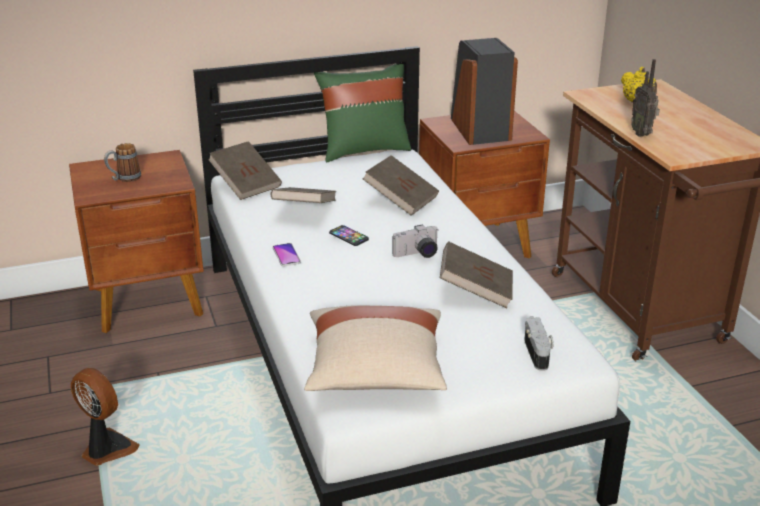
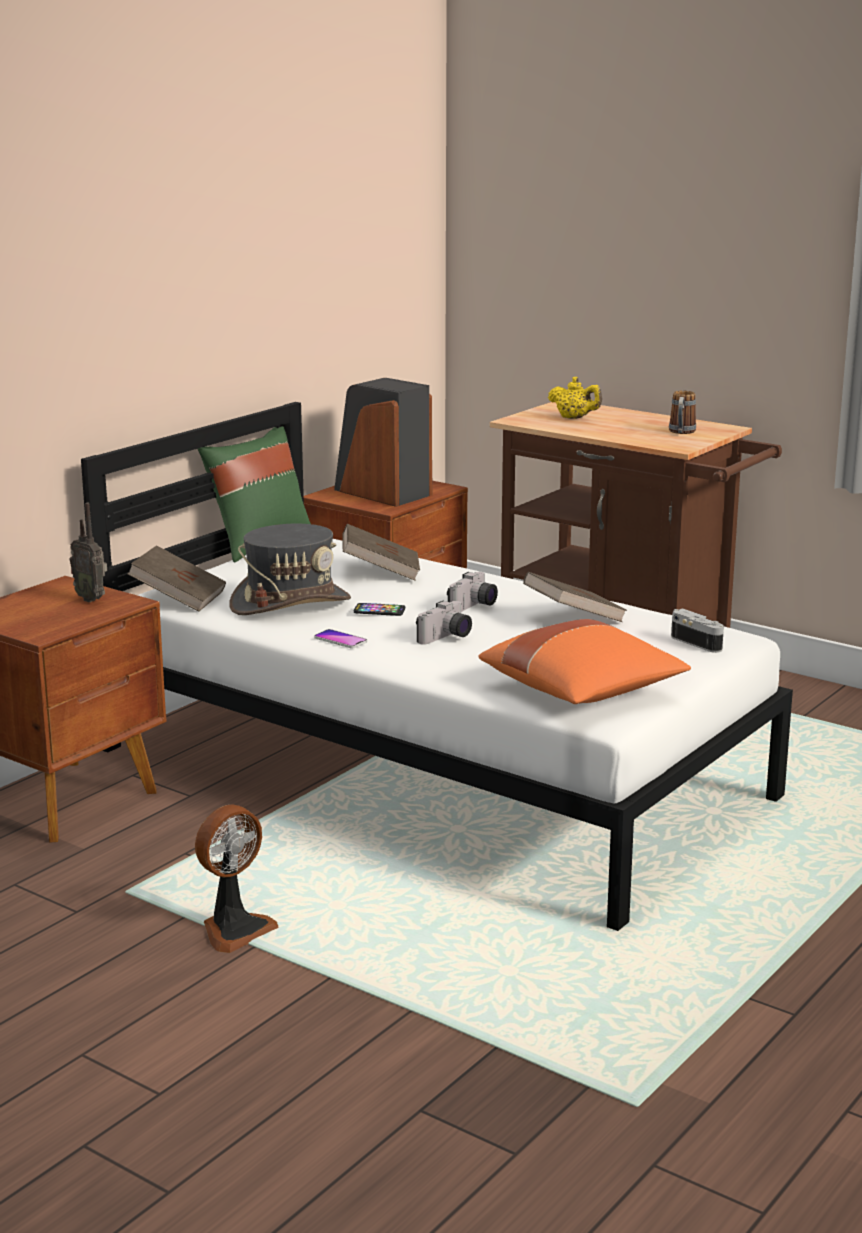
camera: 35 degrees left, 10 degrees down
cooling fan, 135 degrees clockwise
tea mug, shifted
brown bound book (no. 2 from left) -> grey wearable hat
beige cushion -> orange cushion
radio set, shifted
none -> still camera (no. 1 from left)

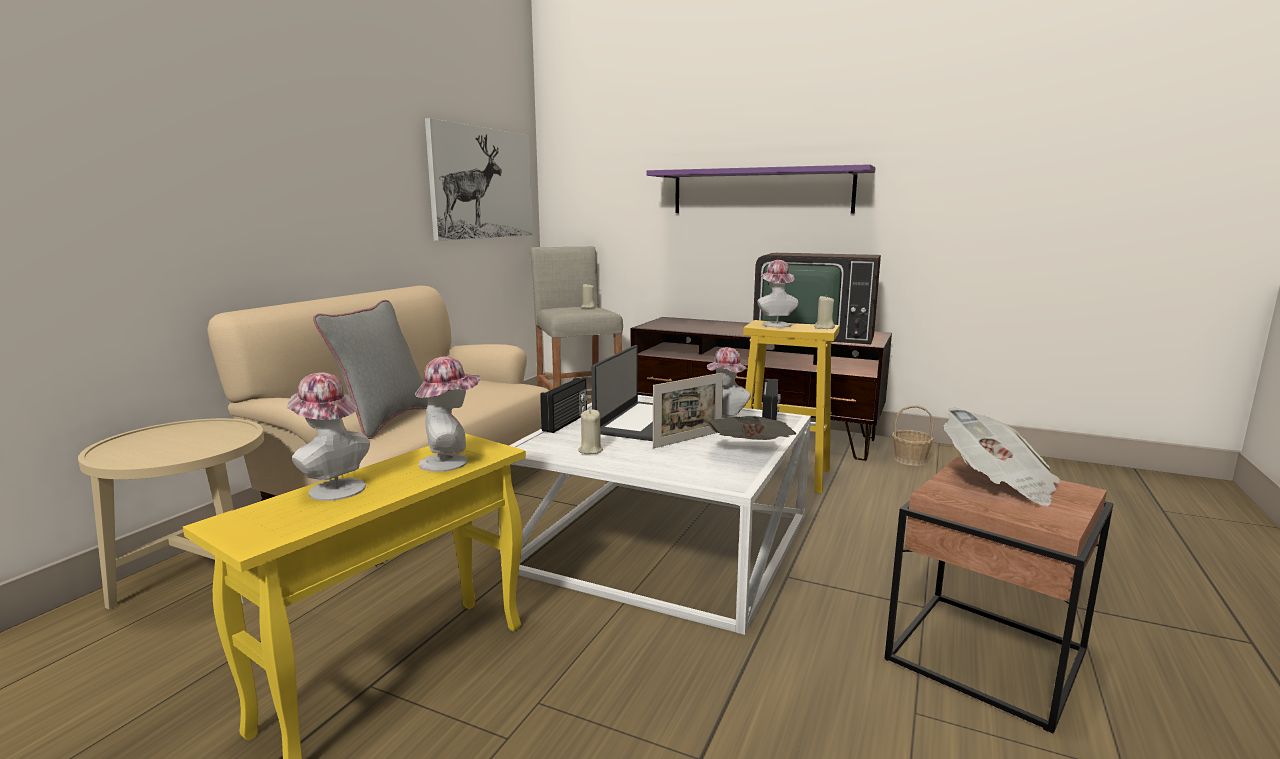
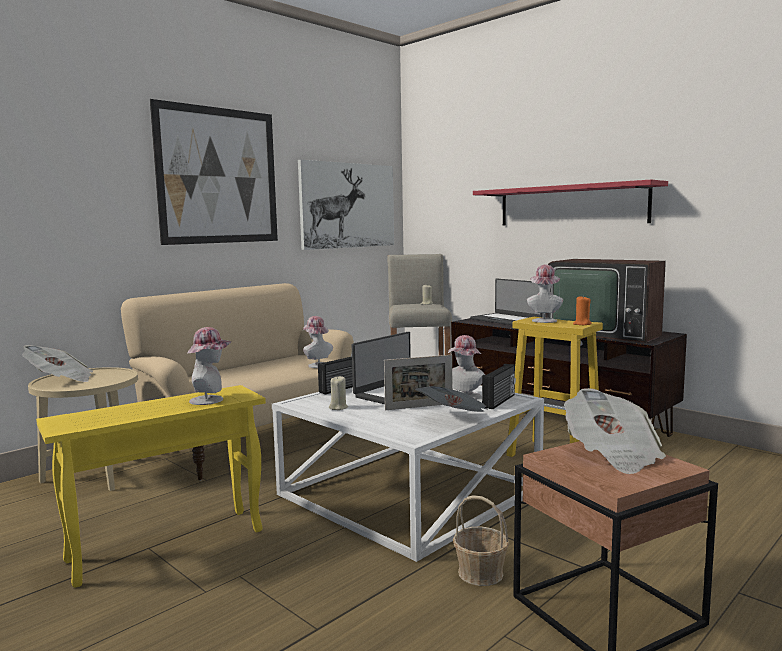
camera: 20 degrees right, 5 degrees down
wearable hat (no. 1 from left in the first image) -> wearable hat (no. 2 from left), shifted
grey cushion -> none
purplish shelf -> red-coloured shelf
beige candle (no. 3 from left) -> orange candle
basket, shifted
none -> newspaper (no. 1 from left)
none -> wall picture (no. 1 from left)
none -> notebook computer (no. 2 from left)

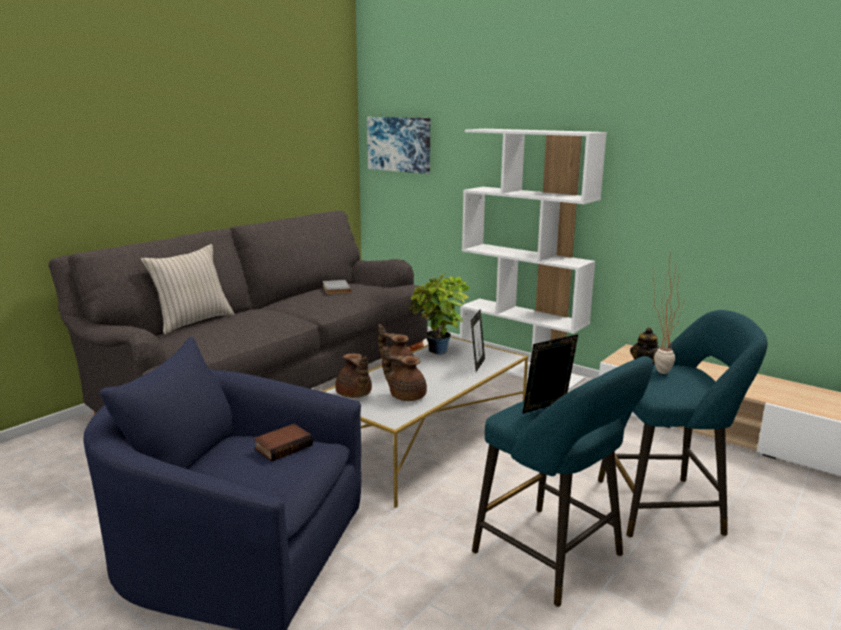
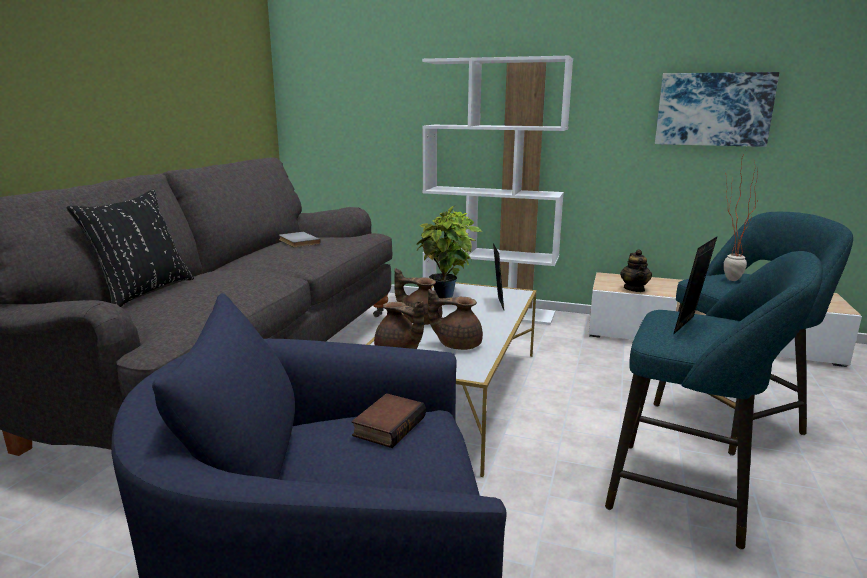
camera: 20 degrees left, 0 degrees up
beige cushion -> blackish cushion
wall picture, shifted

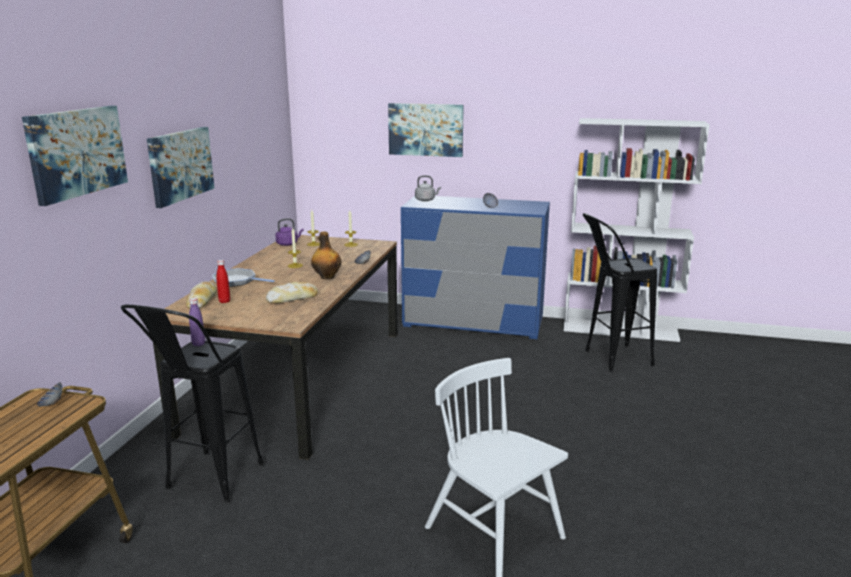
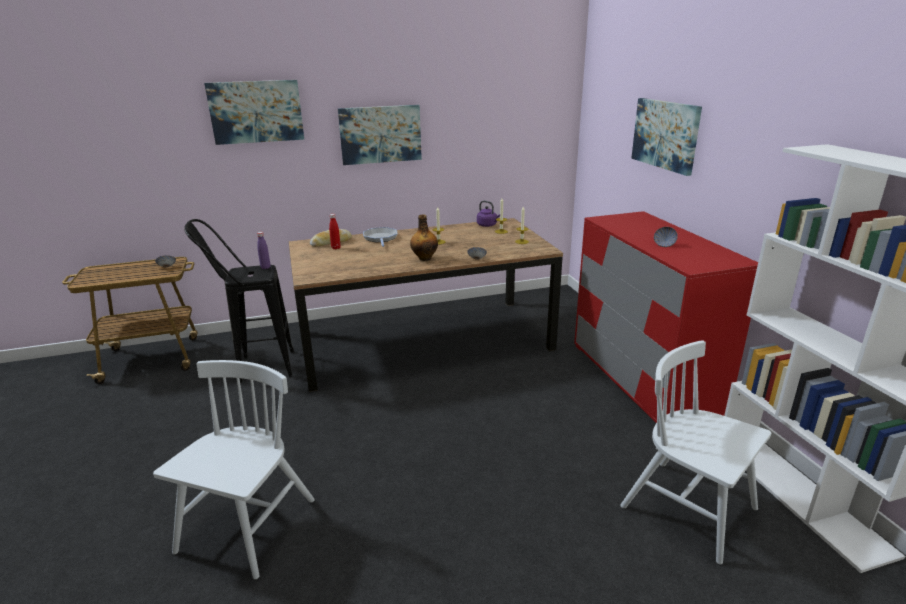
camera: 60 degrees right, 5 degrees up
bread (no. 2 from left) -> none
bluish chest of drawers -> red-coloured chest of drawers
grey water kettle -> none
blackish sitting stool (no. 2 from left) -> whitish upright chair (no. 2 from left)

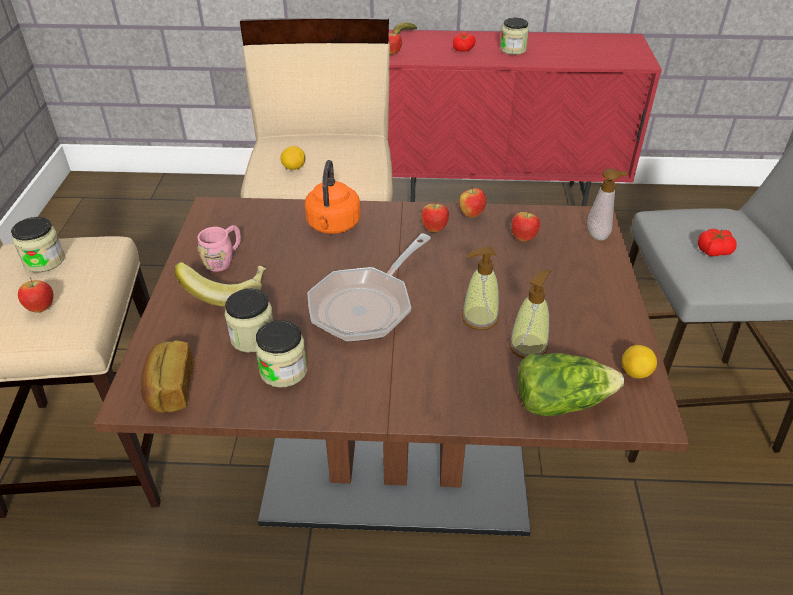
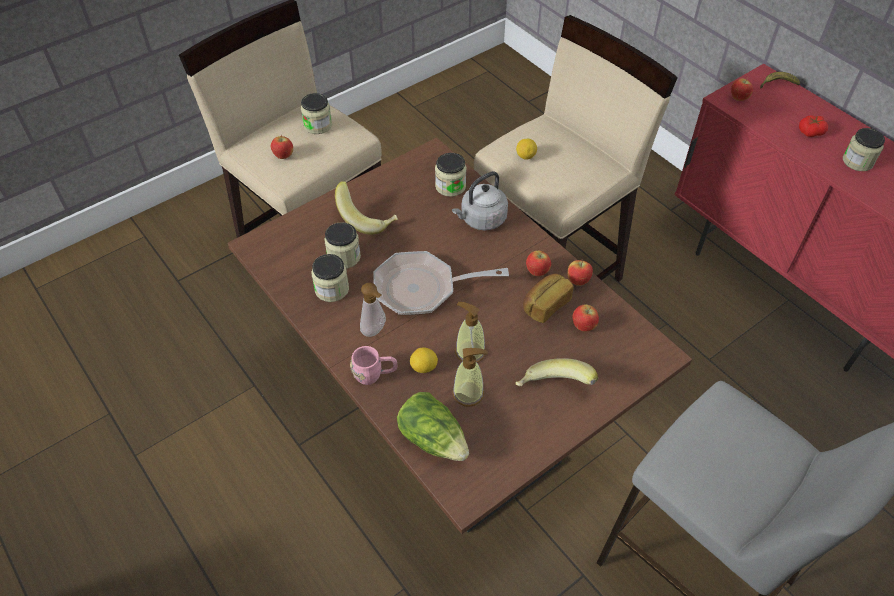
camera: 50 degrees right, 10 degrees up
bread, shifted
pink tea mug, shifted
orange water kettle -> grey water kettle
soap dispenser (no. 3 from left in the first image) -> soap dispenser (no. 1 from left), shifted
lemon (no. 2 from left in the first image) -> lemon (no. 1 from left), shifted
whole tomato (no. 2 from left) -> none
none -> jar (no. 4 from left)
none -> banana fruit (no. 2 from left)

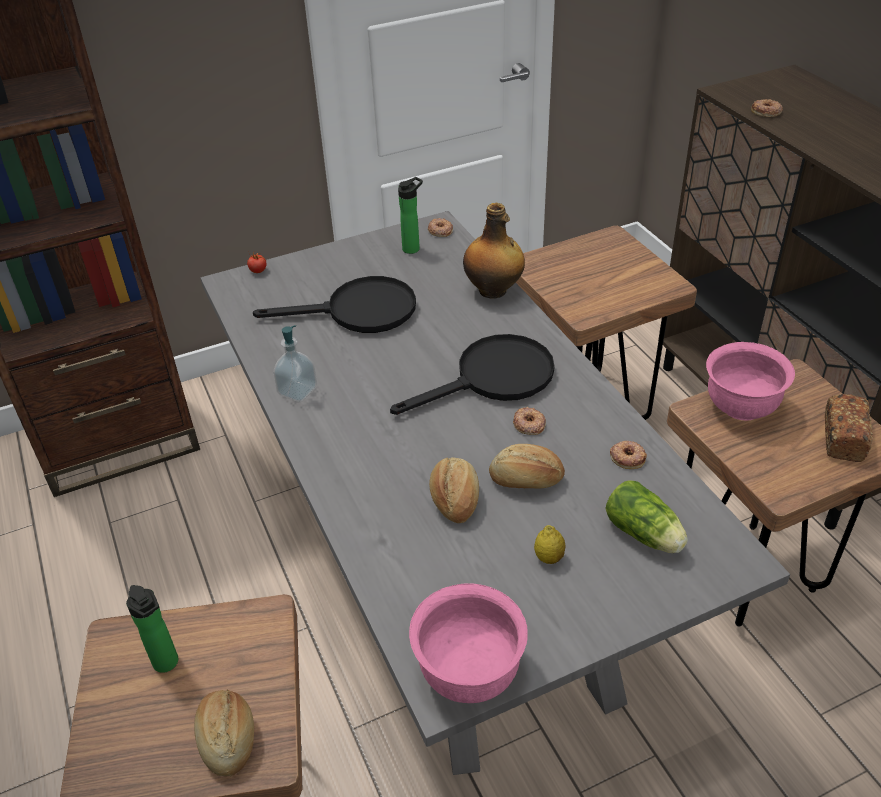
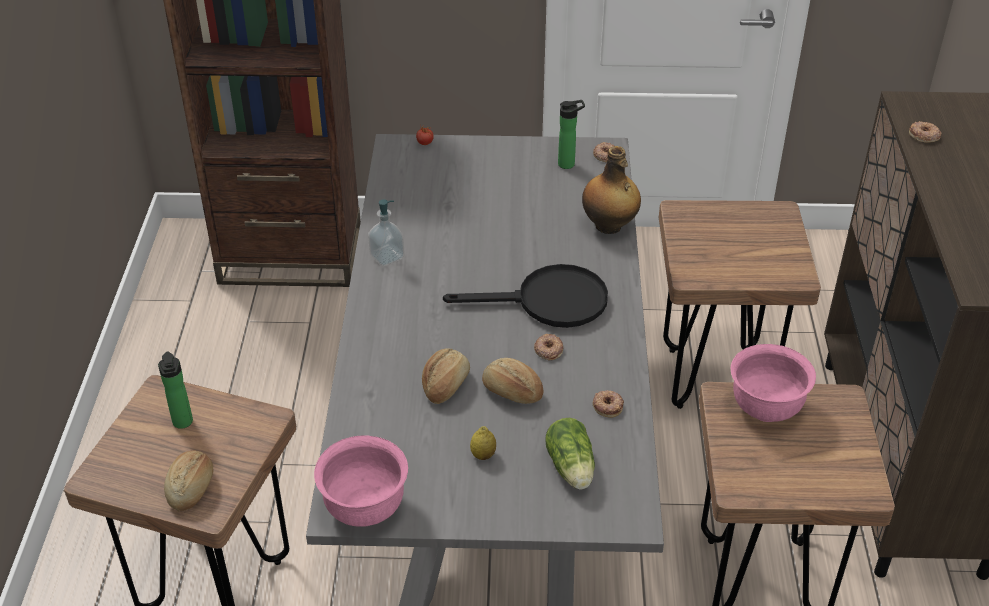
camera: 25 degrees right, 0 degrees up
blackish skillet (no. 1 from left) -> none
bread (no. 4 from left) -> none

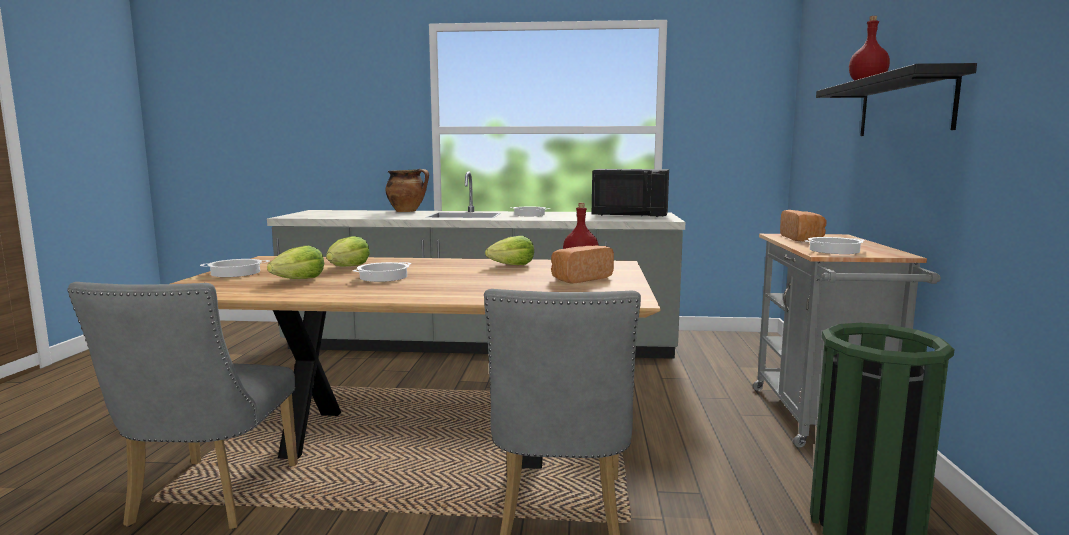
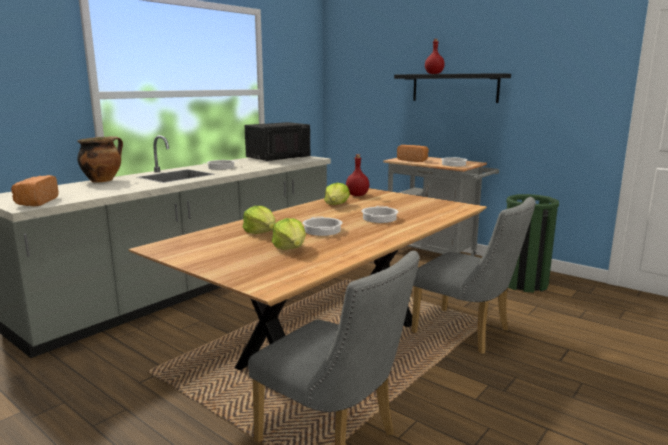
camera: 55 degrees left, 5 degrees up
saucepot (no. 1 from left in the first image) -> saucepot (no. 4 from left), shifted
bread (no. 1 from left), shifted

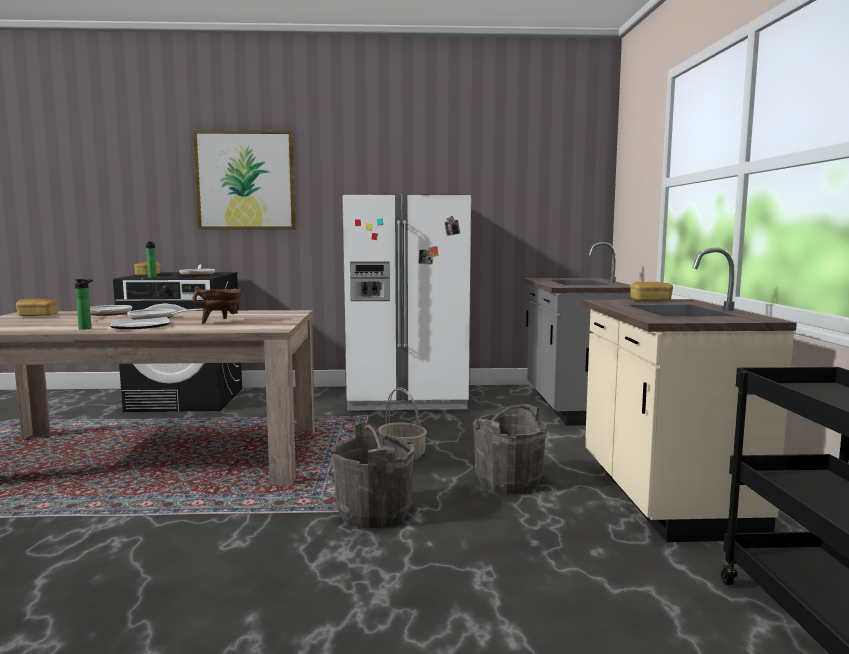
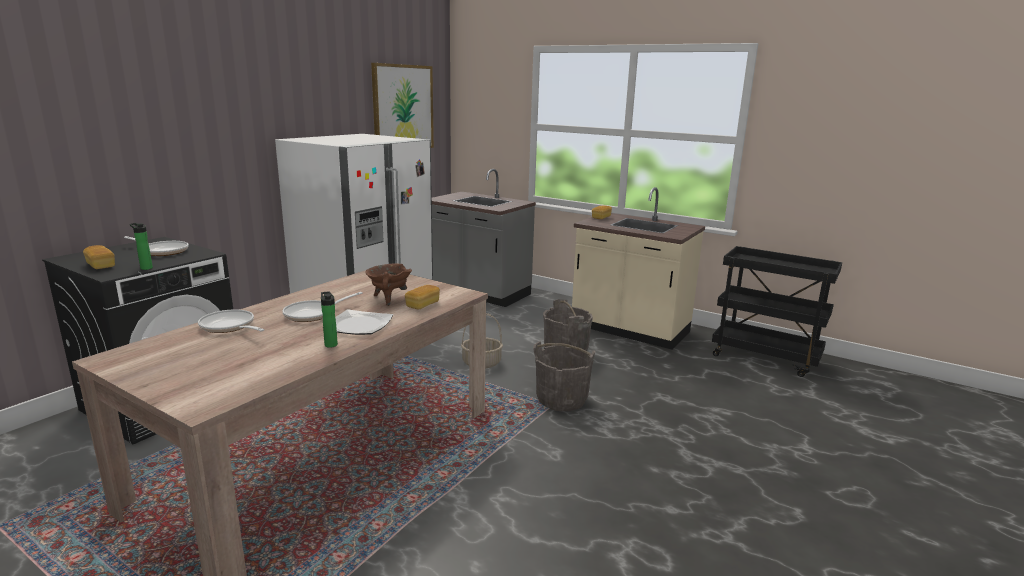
camera: 55 degrees left, 10 degrees up
bread (no. 1 from left in the first image) -> bread (no. 2 from left), shifted
wall picture, shifted

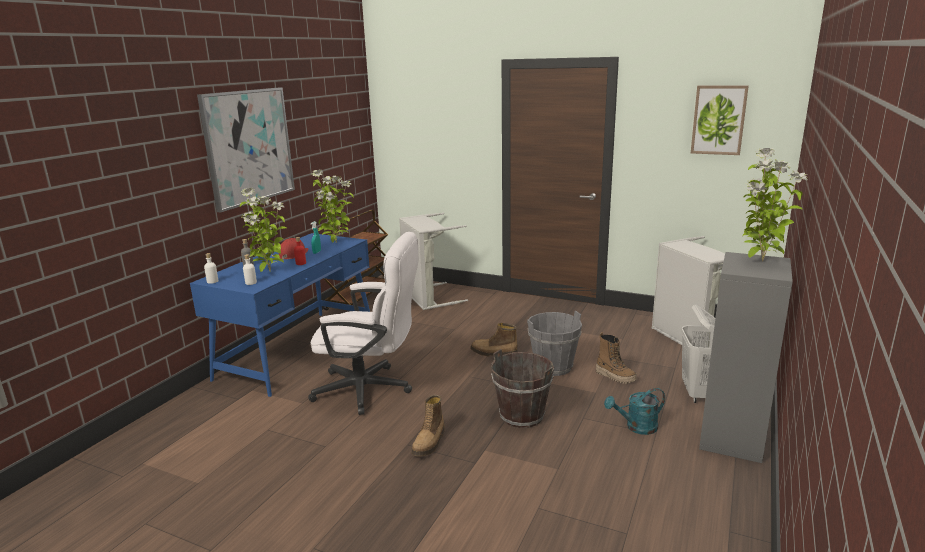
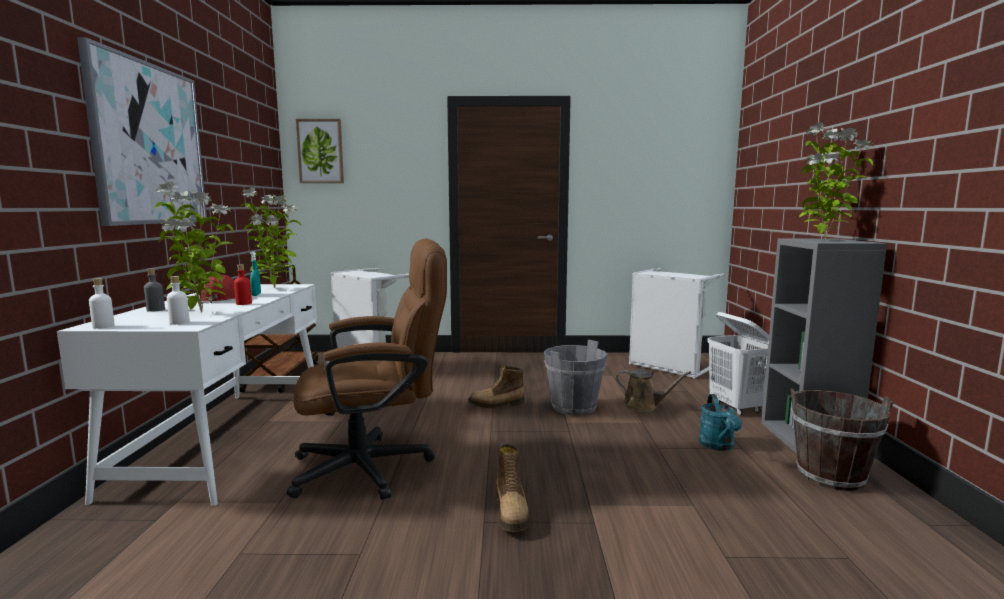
camera: 25 degrees left, 10 degrees down
bluish desk table -> whitish desk table
whitish office chair -> brown office chair
brown water bucket, shifted
tall boot (no. 3 from left) -> brown sprinkling can
blue-green sprinkling can, 45 degrees counterclockwise
wall picture (no. 2 from left), shifted

